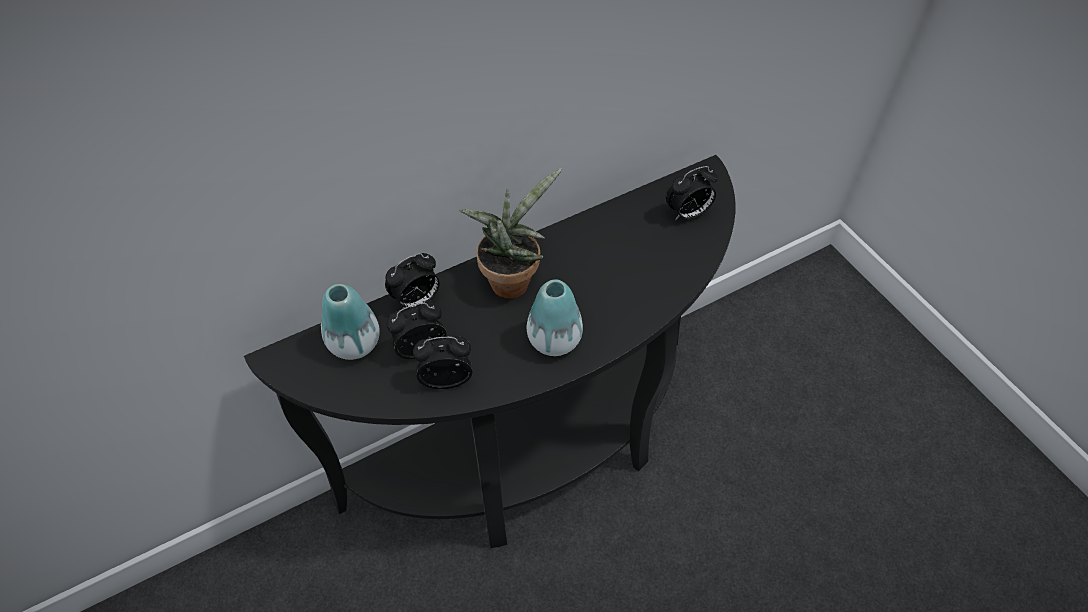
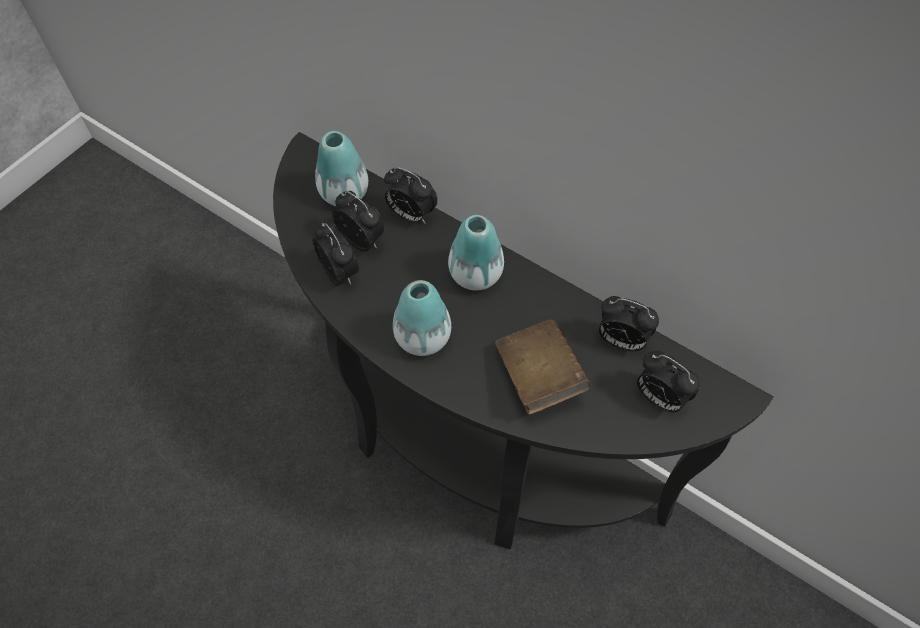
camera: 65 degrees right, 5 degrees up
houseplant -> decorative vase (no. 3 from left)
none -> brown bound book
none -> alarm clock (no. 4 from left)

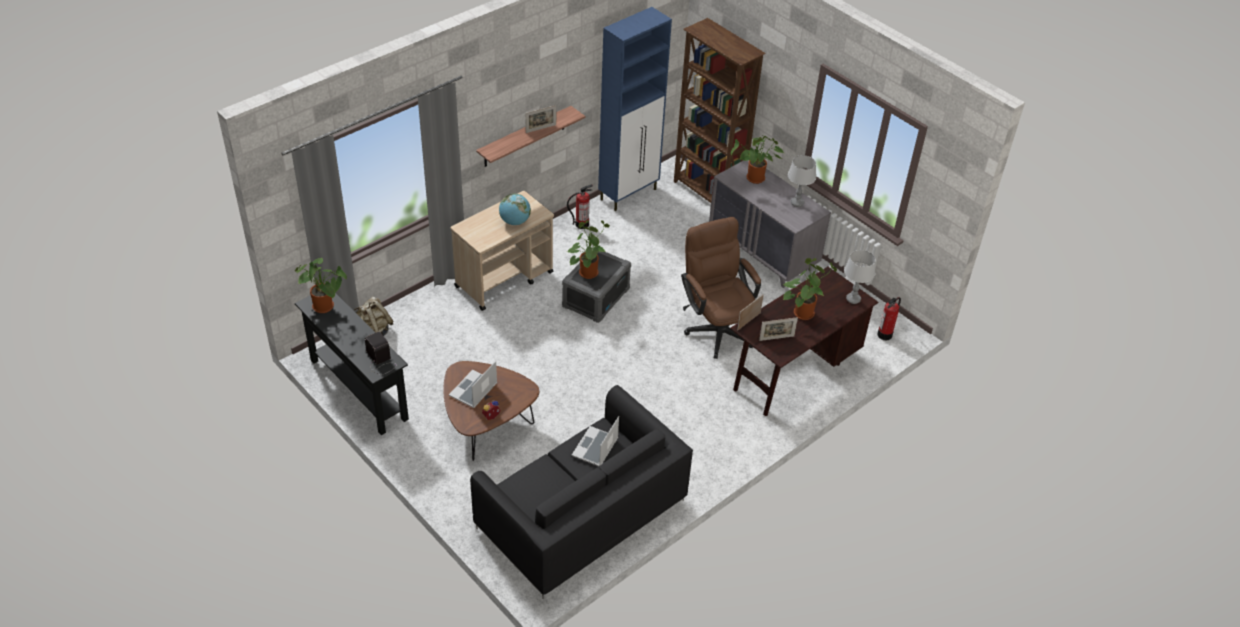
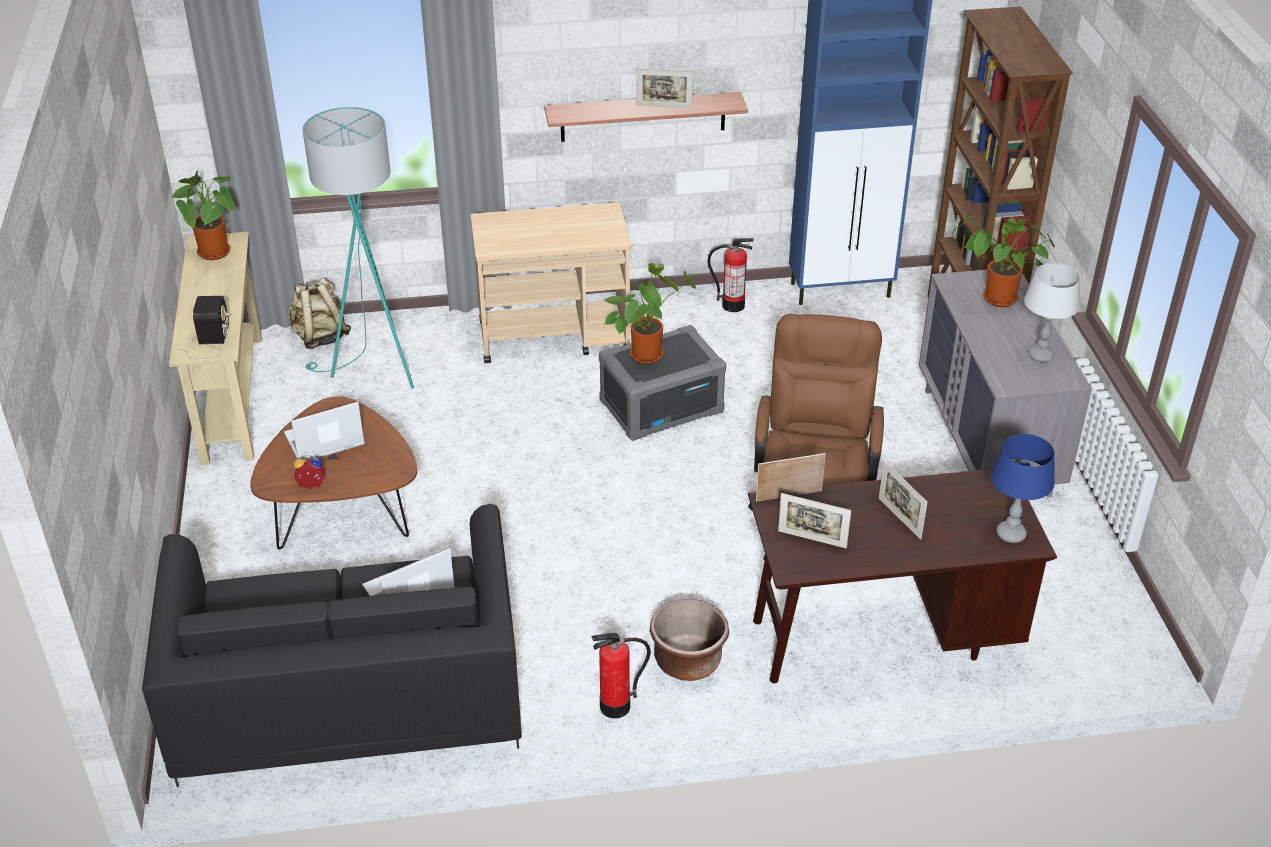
camera: 35 degrees right, 5 degrees down
blackish hall table -> beige hall table
world globe -> none
houseplant (no. 4 from left) -> photo frame (no. 4 from left)
grey table lamp (no. 2 from left) -> bluish table lamp
extinguisher (no. 2 from left in the first image) -> extinguisher (no. 1 from left), shifted
none -> blue-green floor lamp
none -> brown flower pot

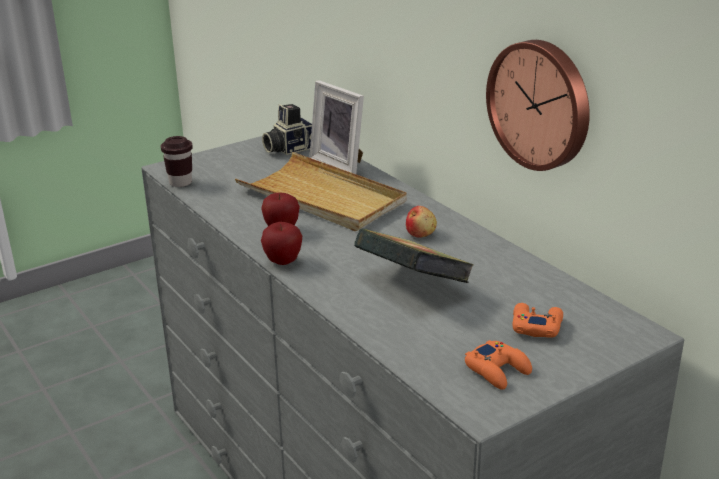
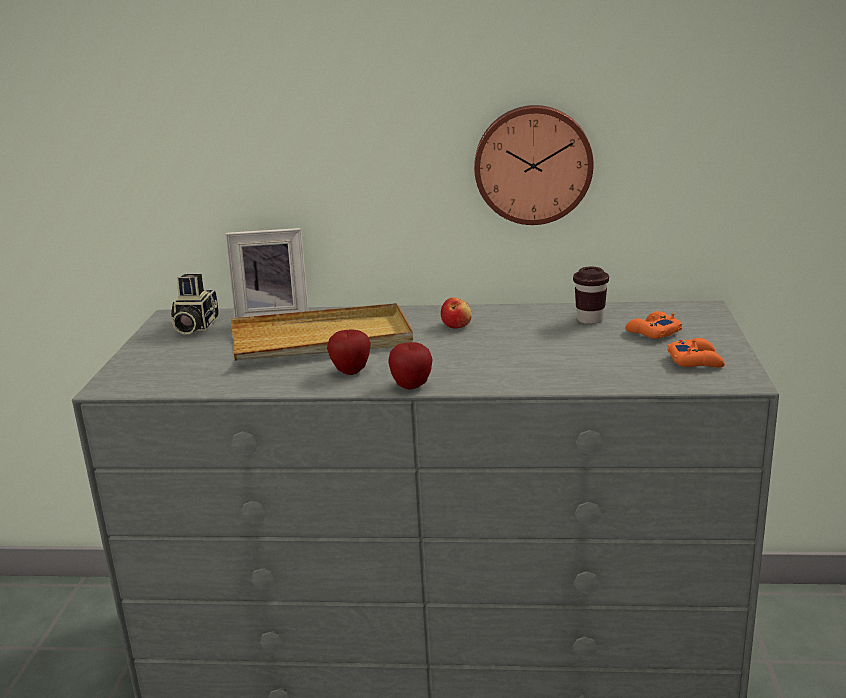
camera: 50 degrees left, 5 degrees down
brown small cup, shifted
bound book -> none

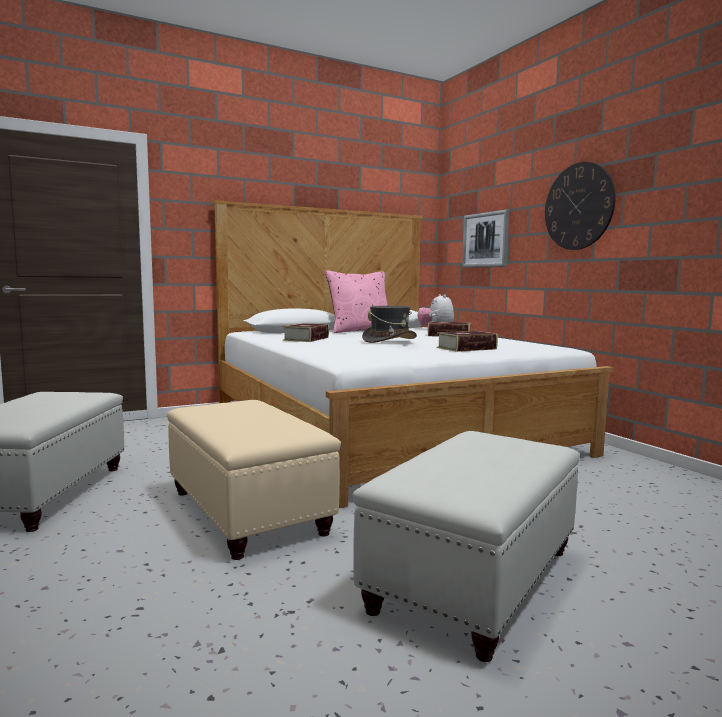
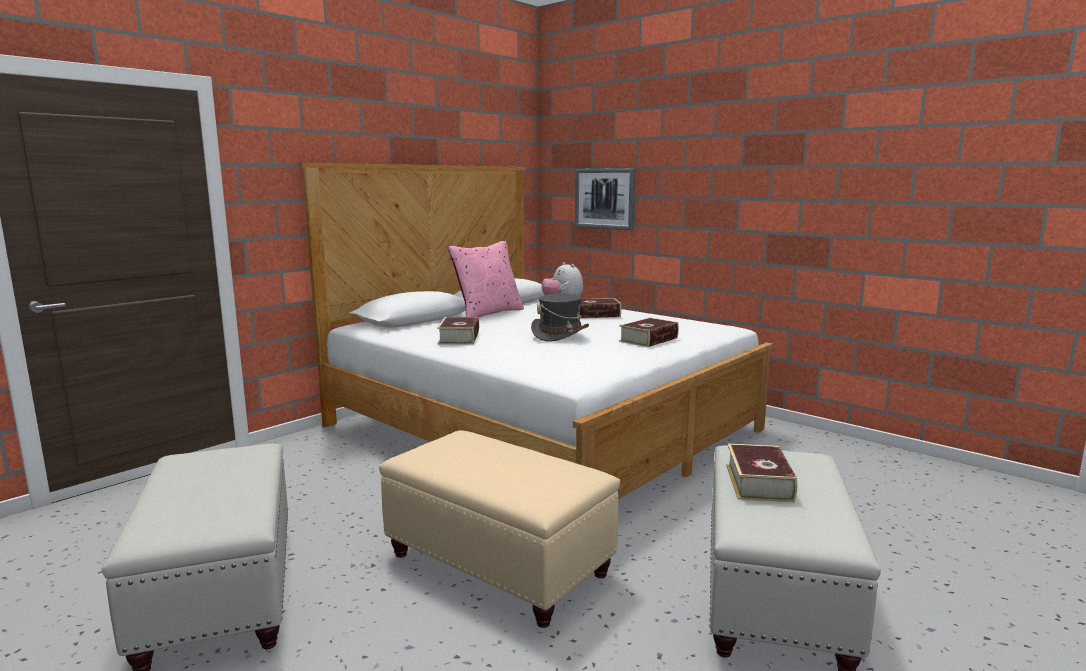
camera: 20 degrees left, 5 degrees up
clock on the wall -> none
none -> bound book (no. 4 from left)

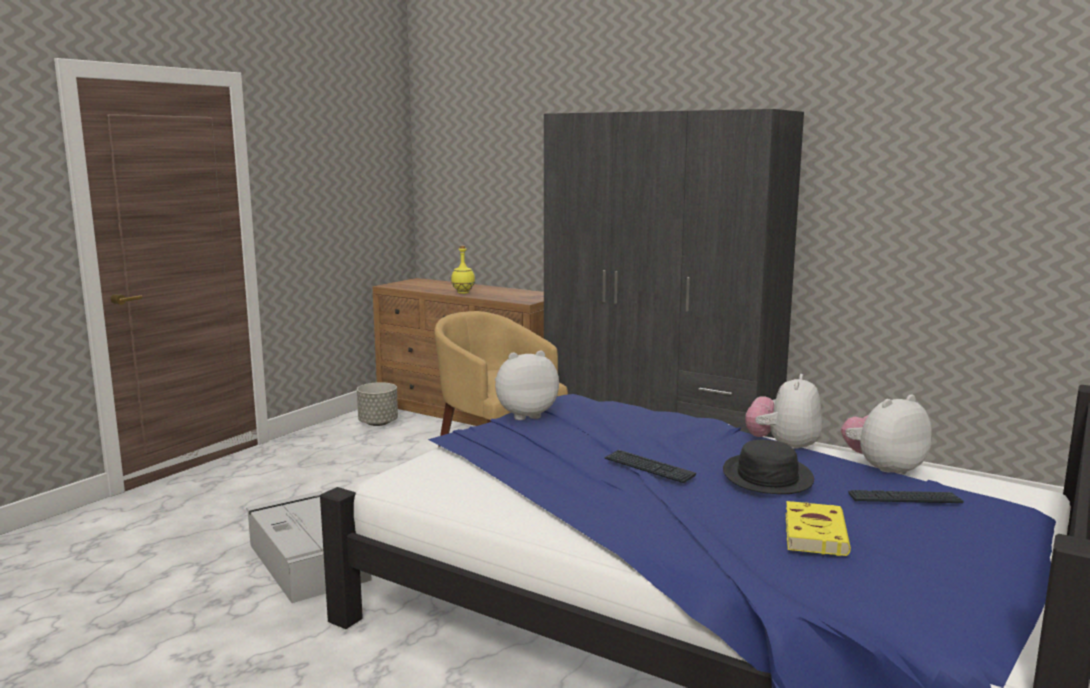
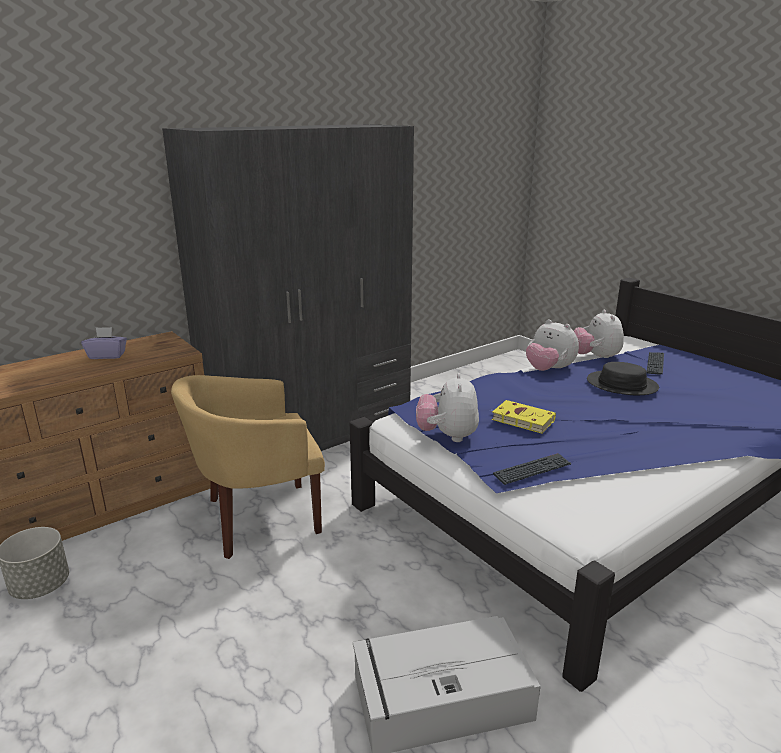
camera: 70 degrees left, 10 degrees up
yellow drink bottle -> none
computer keyboard (no. 1 from left), shifted
yellow bound book, shifted
none -> purplish box of tissues

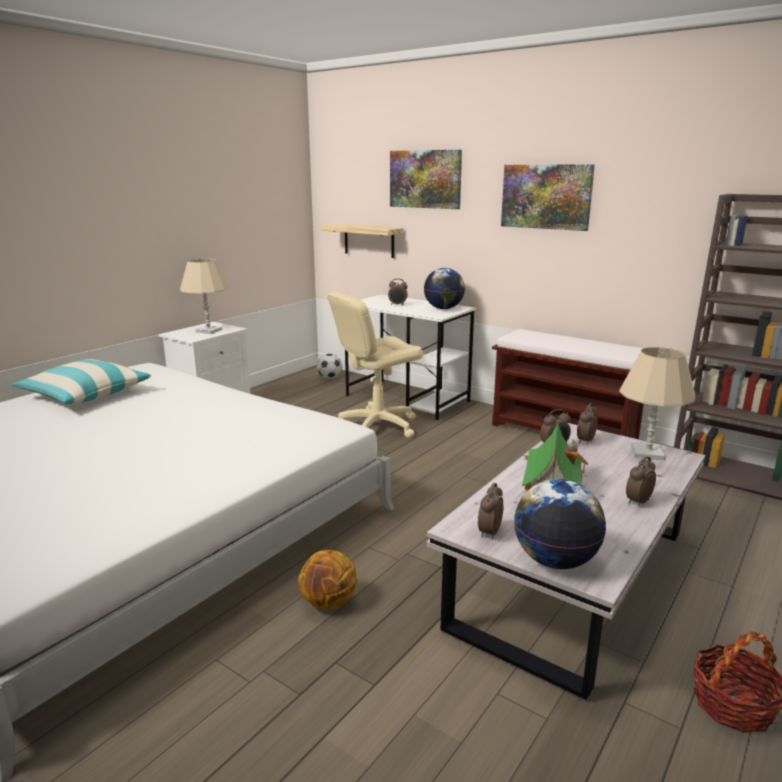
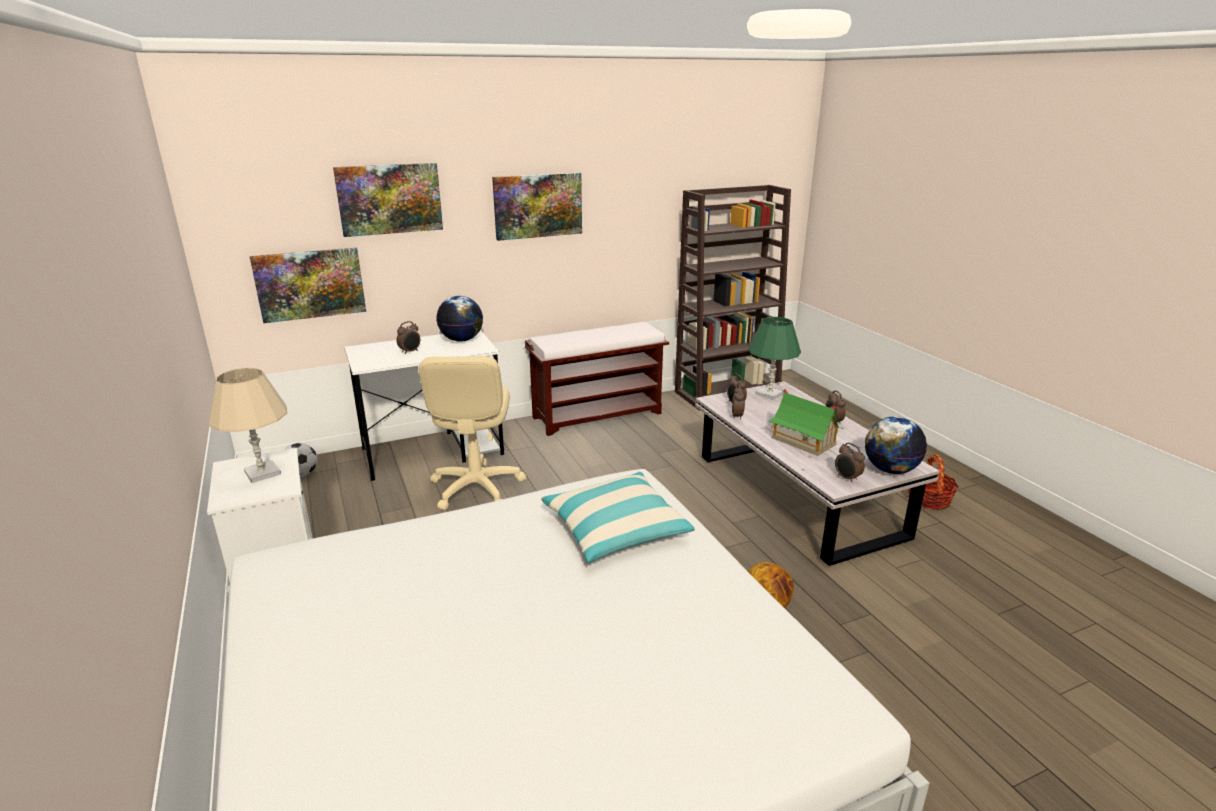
camera: 60 degrees left, 5 degrees up
cushion, shifted
shelf -> wall picture (no. 1 from left)
beige table lamp (no. 2 from left) -> green table lamp

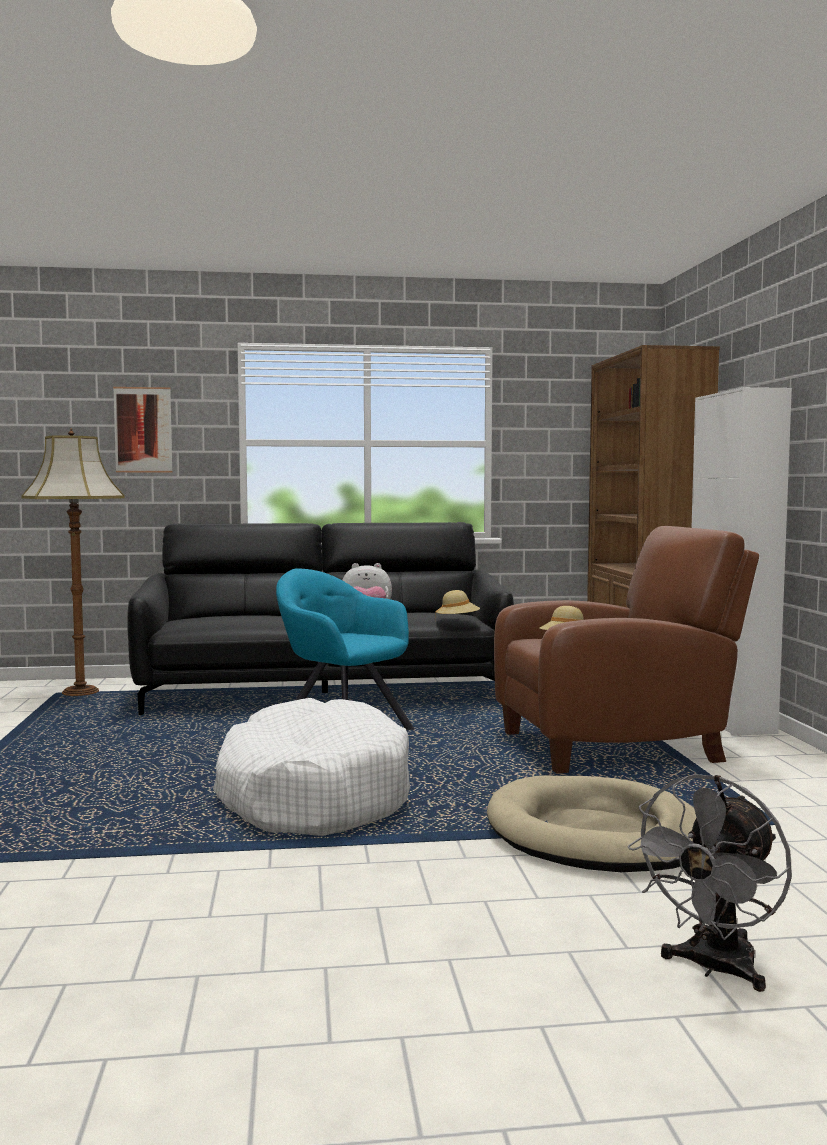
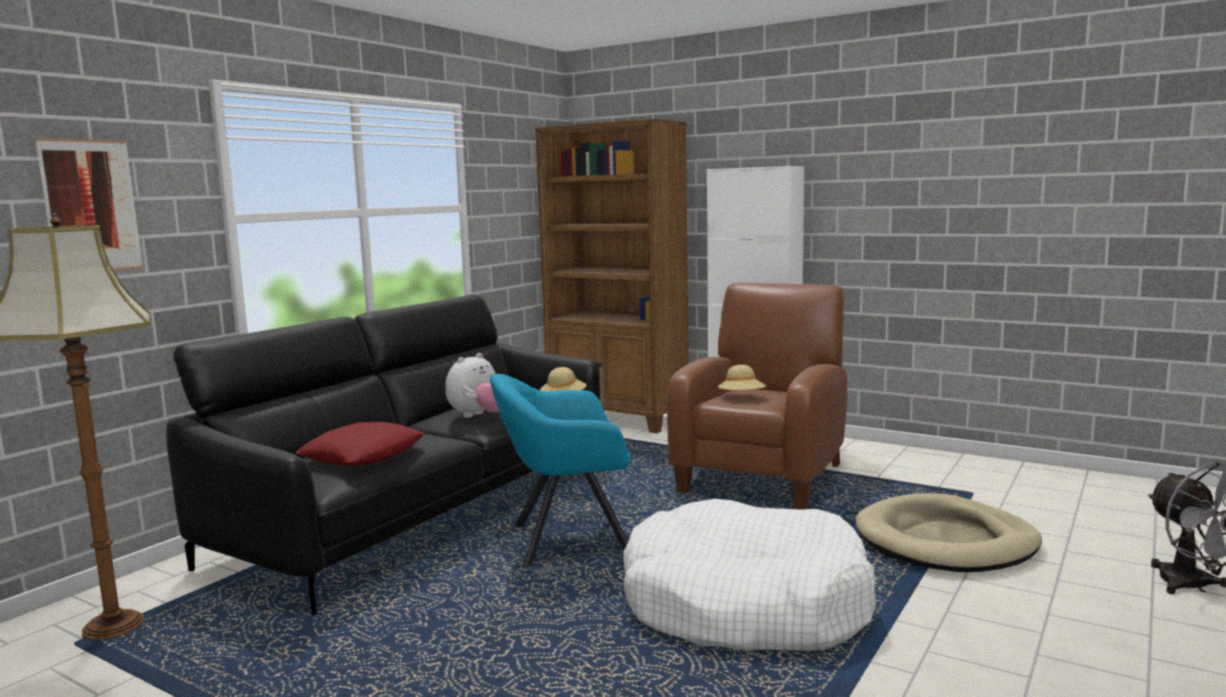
camera: 50 degrees left, 5 degrees up
none -> red-coloured cushion

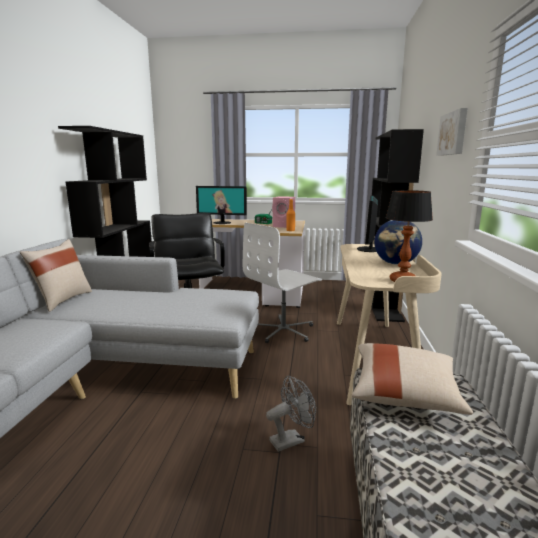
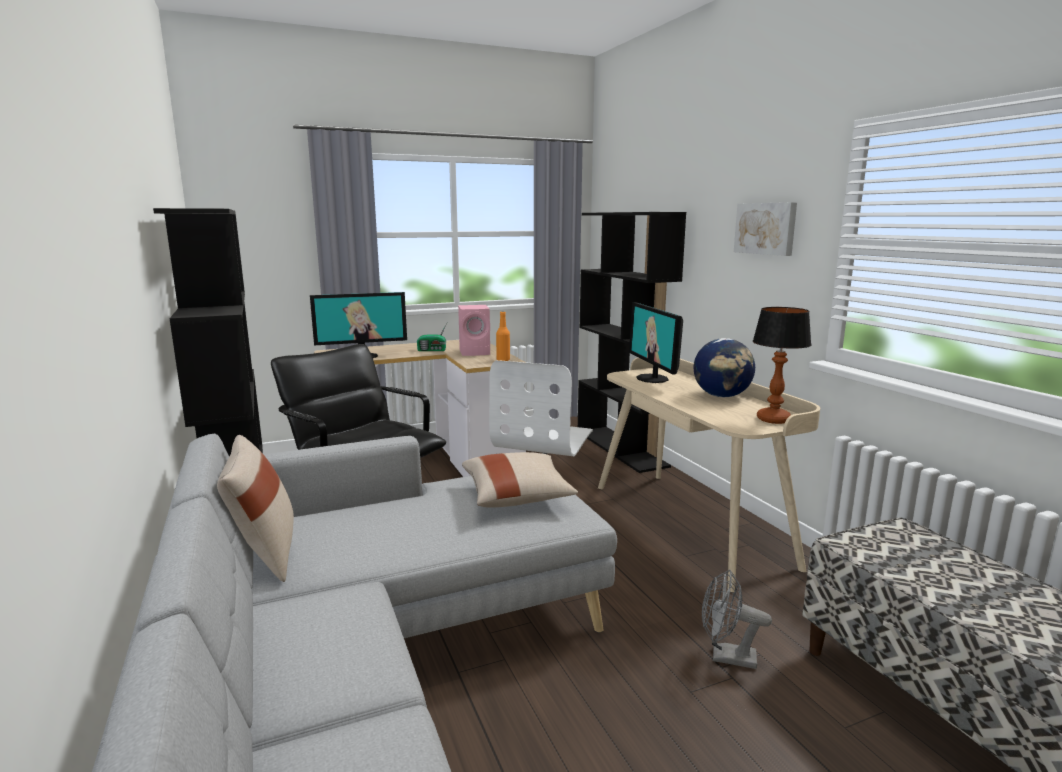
camera: 30 degrees left, 0 degrees up
grey cooling fan, 105 degrees counterclockwise
beige cushion (no. 2 from left), shifted

